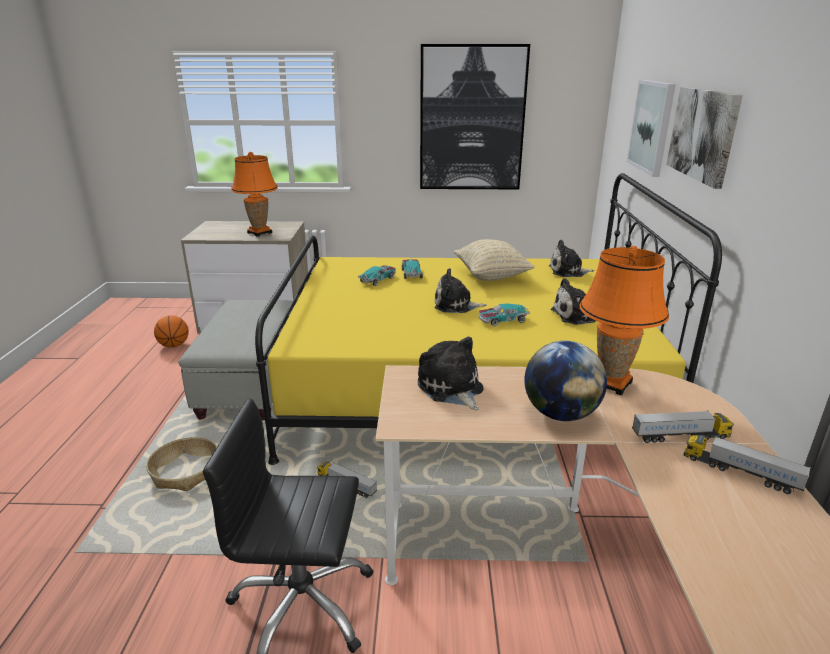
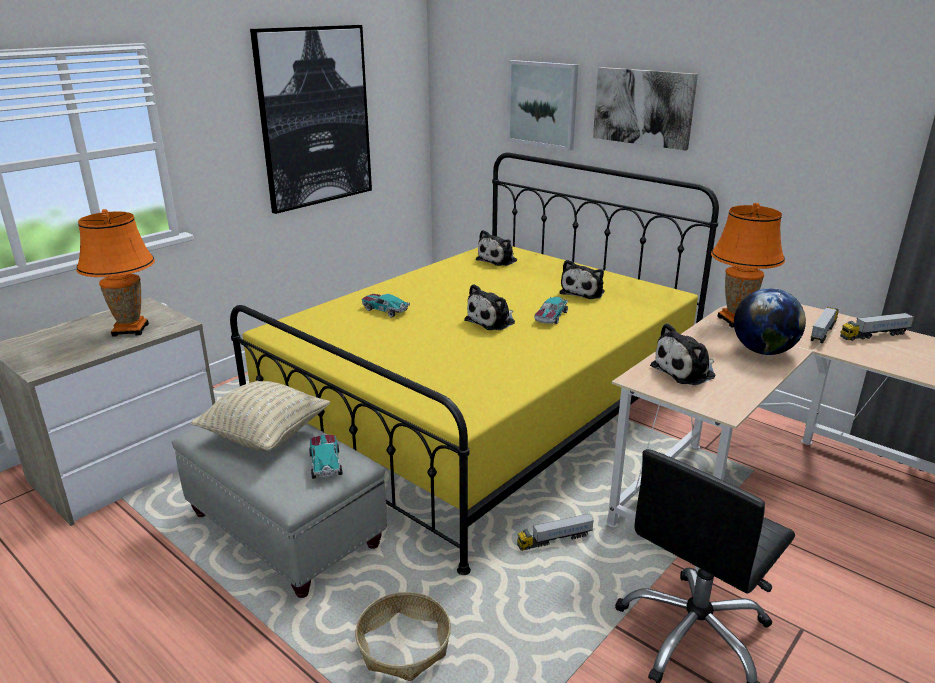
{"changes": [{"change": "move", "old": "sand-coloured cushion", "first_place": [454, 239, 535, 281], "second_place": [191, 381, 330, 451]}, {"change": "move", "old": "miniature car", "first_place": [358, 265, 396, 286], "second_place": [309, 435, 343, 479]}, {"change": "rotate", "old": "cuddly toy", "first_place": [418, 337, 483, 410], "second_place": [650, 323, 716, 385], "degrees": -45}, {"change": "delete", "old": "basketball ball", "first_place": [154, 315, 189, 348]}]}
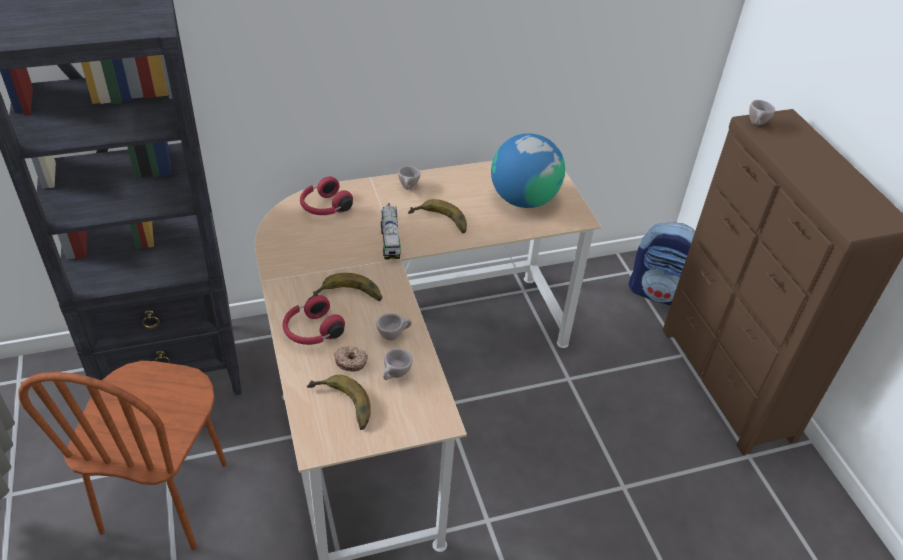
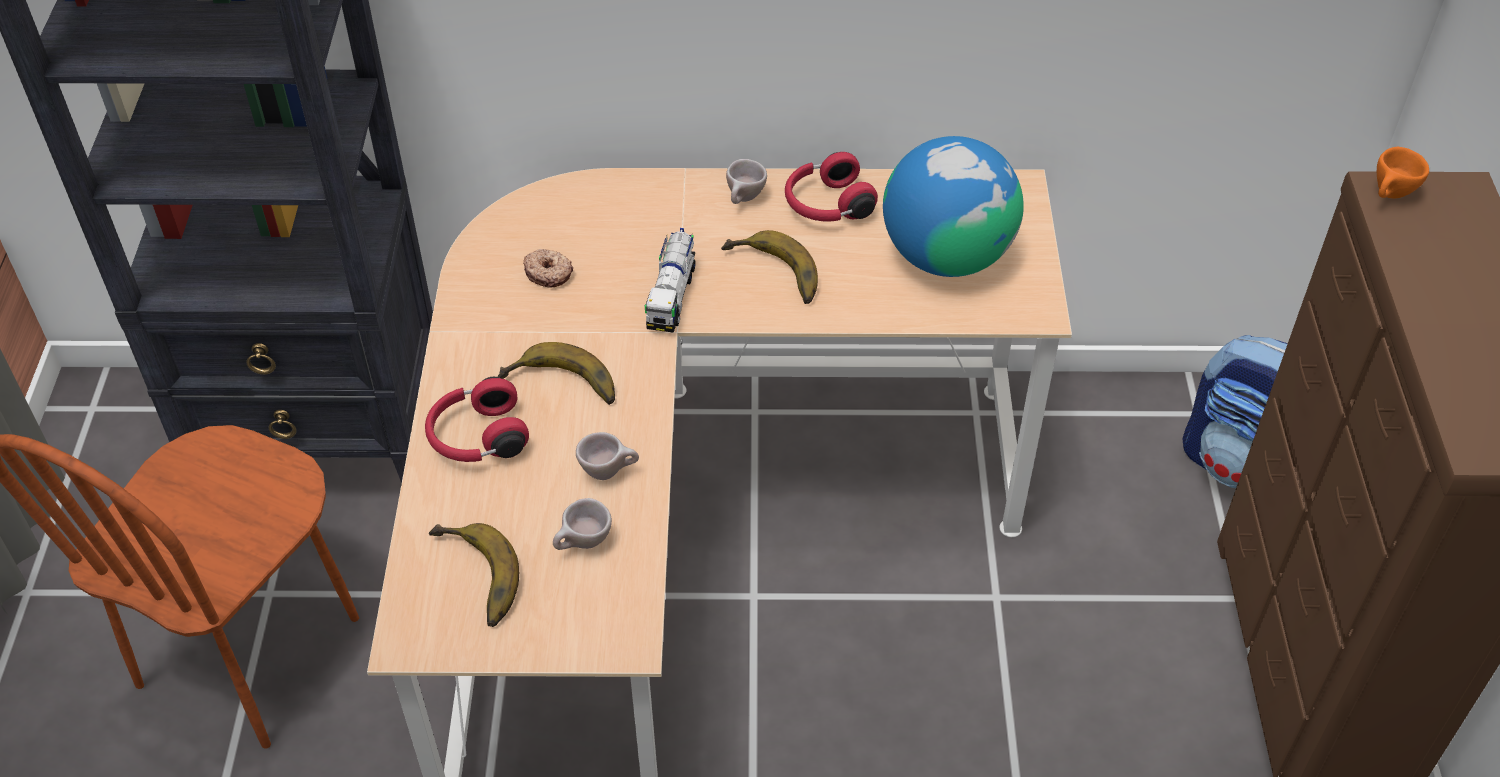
{"changes": [{"change": "move", "old": "ring doughnut", "first_place": [334, 347, 367, 371], "second_place": [523, 249, 573, 288]}, {"change": "move", "old": "red-coloured headphones", "first_place": [300, 177, 353, 215], "second_place": [785, 152, 878, 221]}, {"change": "recolor", "old": "sand-coloured small cup", "new": "orangey small cup", "first_place": [749, 100, 775, 126], "second_place": [1377, 147, 1429, 198]}]}
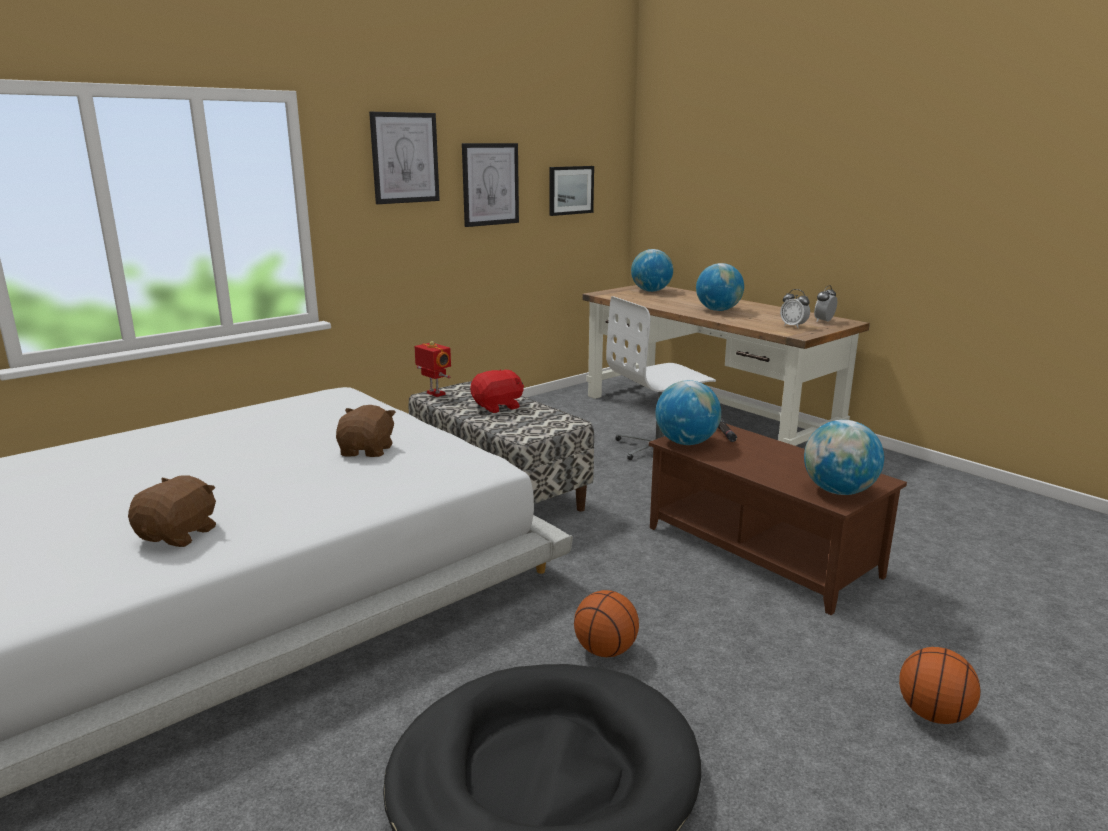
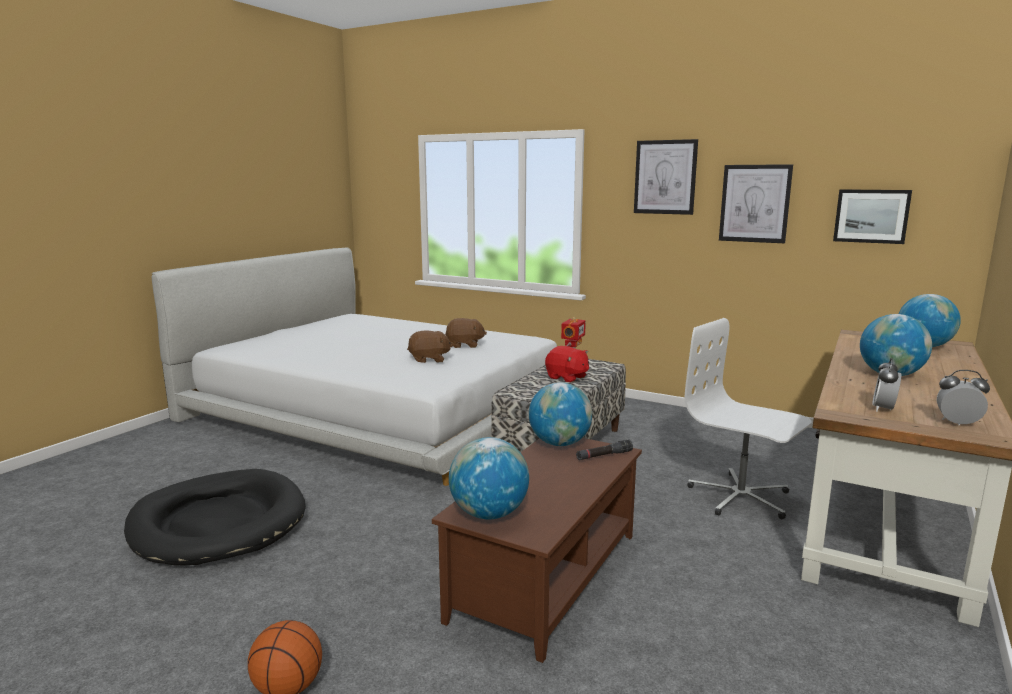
{"changes": [{"change": "move", "old": "brownish cuddly toy", "first_place": [128, 475, 216, 547], "second_place": [445, 318, 487, 348]}, {"change": "delete", "old": "basketball ball", "first_place": [574, 590, 639, 657]}]}
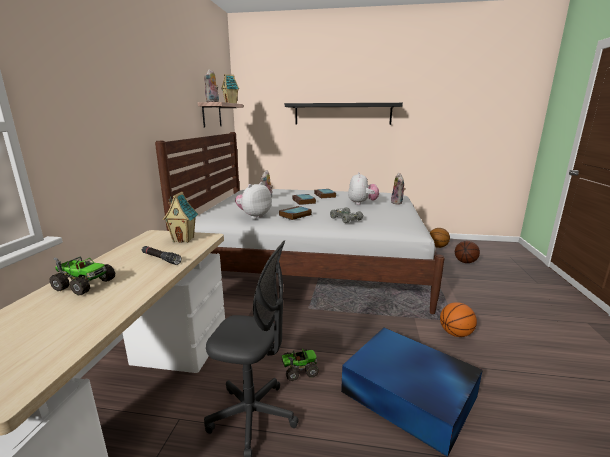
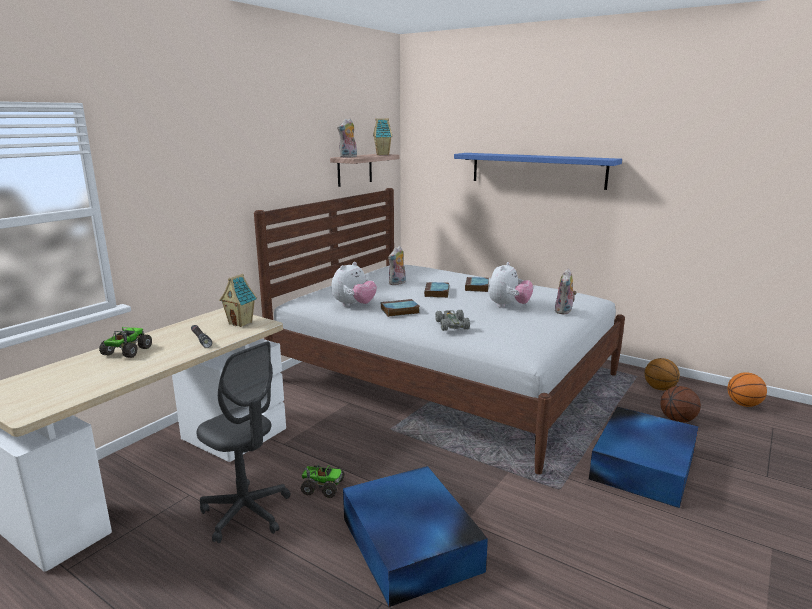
{"changes": [{"change": "rotate", "old": "toy truck", "first_place": [50, 256, 115, 295], "second_place": [99, 327, 152, 358], "degrees": -120}, {"change": "rotate", "old": "cuddly toy", "first_place": [235, 182, 272, 219], "second_place": [331, 262, 377, 307], "degrees": 150}, {"change": "recolor", "old": "black wall shelf", "new": "bluish wall shelf", "first_place": [285, 103, 403, 125], "second_place": [454, 153, 622, 190]}, {"change": "insert", "new": "bluish storage bin", "second_place": [589, 407, 698, 508]}, {"change": "move", "old": "basketball ball", "first_place": [440, 302, 477, 337], "second_place": [727, 372, 767, 407]}]}
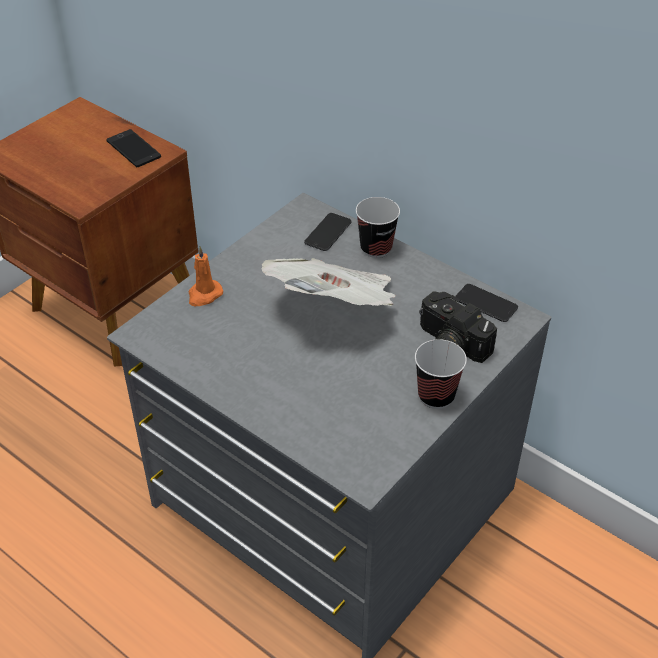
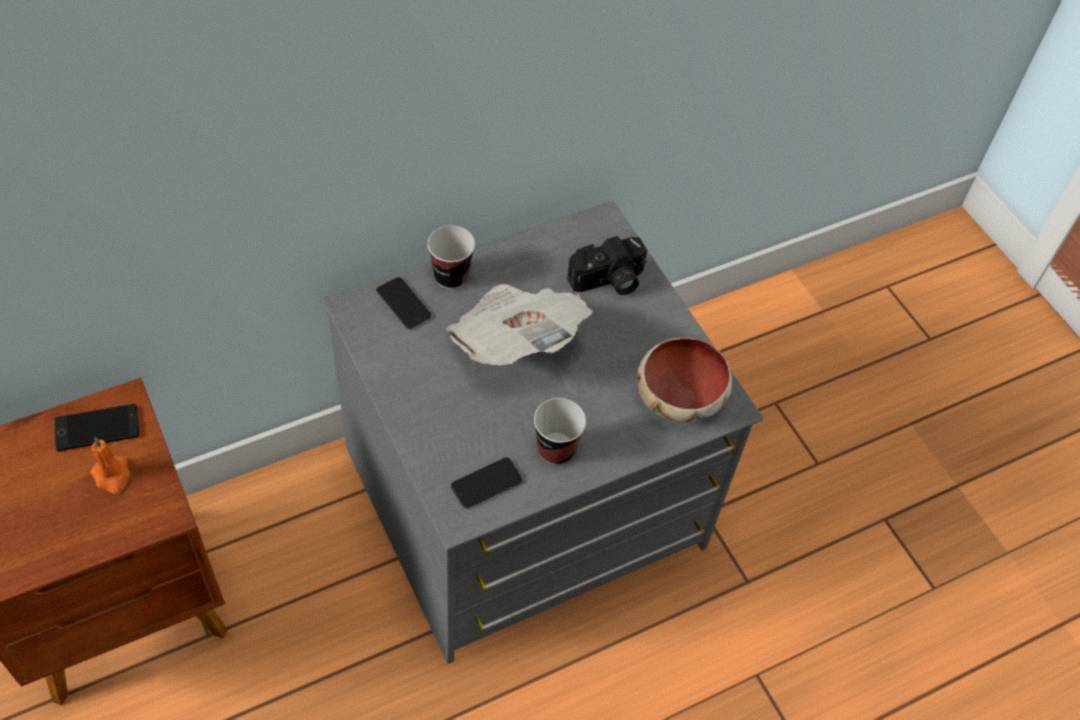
{"changes": [{"change": "move", "old": "orangey wax candle", "first_place": [189, 246, 223, 306], "second_place": [91, 437, 130, 494]}, {"change": "move", "old": "telephone", "first_place": [455, 284, 518, 322], "second_place": [451, 458, 522, 509]}, {"change": "move", "old": "small cup", "first_place": [415, 339, 467, 409], "second_place": [534, 398, 586, 465]}, {"change": "insert", "new": "bowl", "second_place": [636, 338, 732, 422]}]}
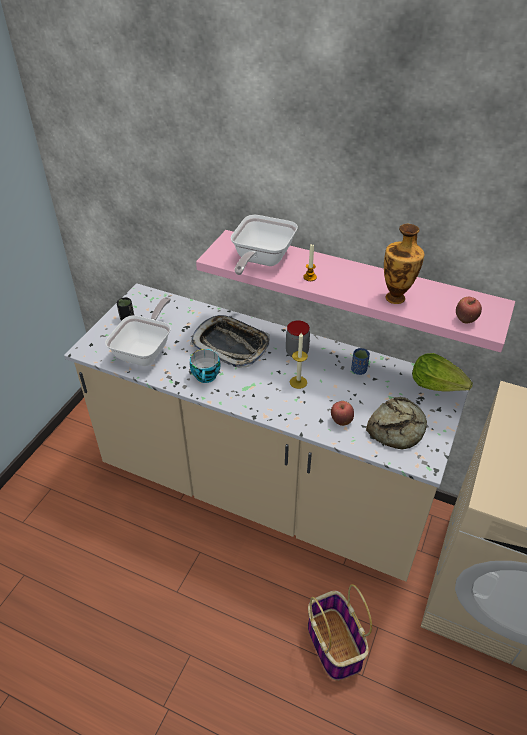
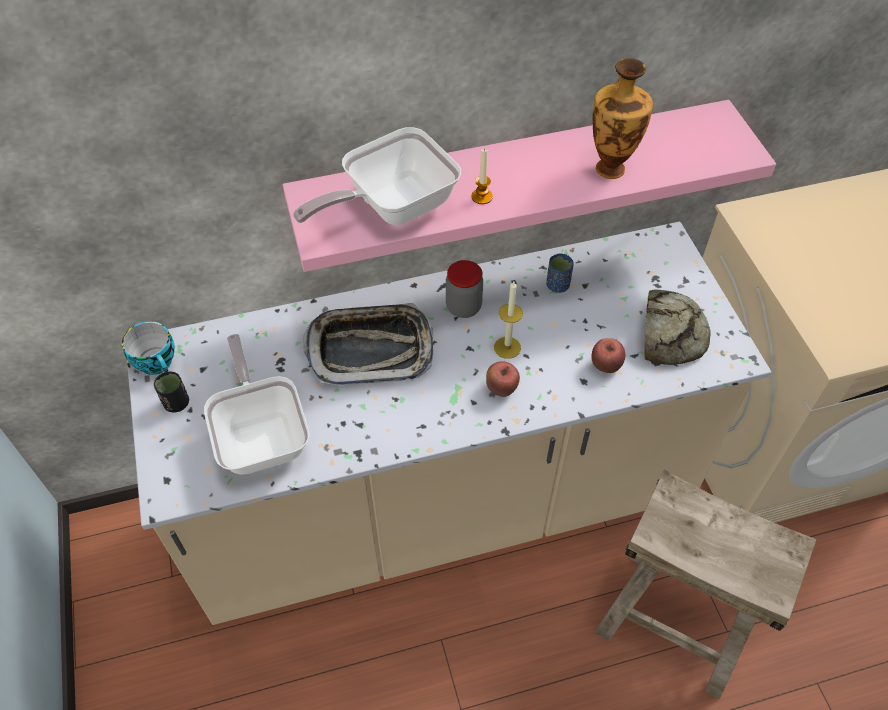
{"changes": [{"change": "move", "old": "small cup", "first_place": [190, 349, 220, 383], "second_place": [122, 321, 175, 375]}, {"change": "rotate", "old": "skillet", "first_place": [230, 215, 298, 275], "second_place": [293, 127, 461, 225], "degrees": 75}, {"change": "move", "old": "apple", "first_place": [456, 297, 482, 323], "second_place": [486, 361, 520, 397]}, {"change": "replace", "old": "basket", "new": "sand-coloured sitting stool", "first_place": [308, 584, 372, 680], "second_place": [595, 470, 816, 699]}, {"change": "delete", "old": "lettuce", "first_place": [412, 353, 473, 391]}]}
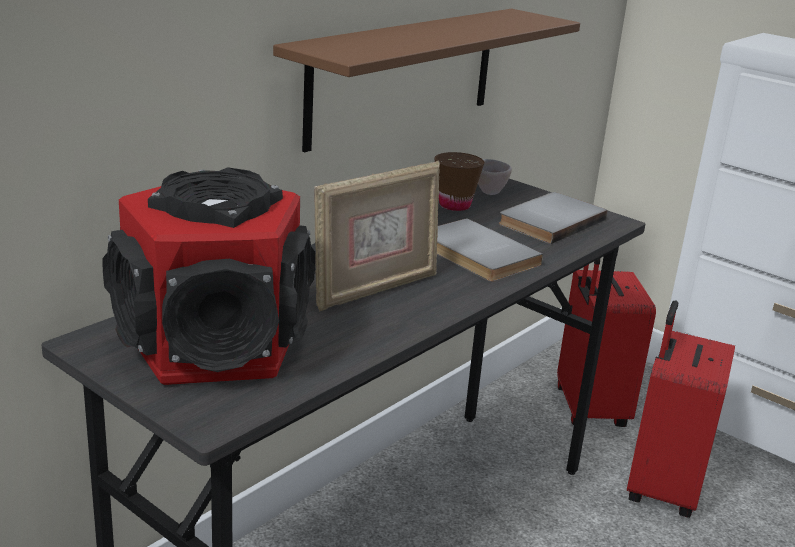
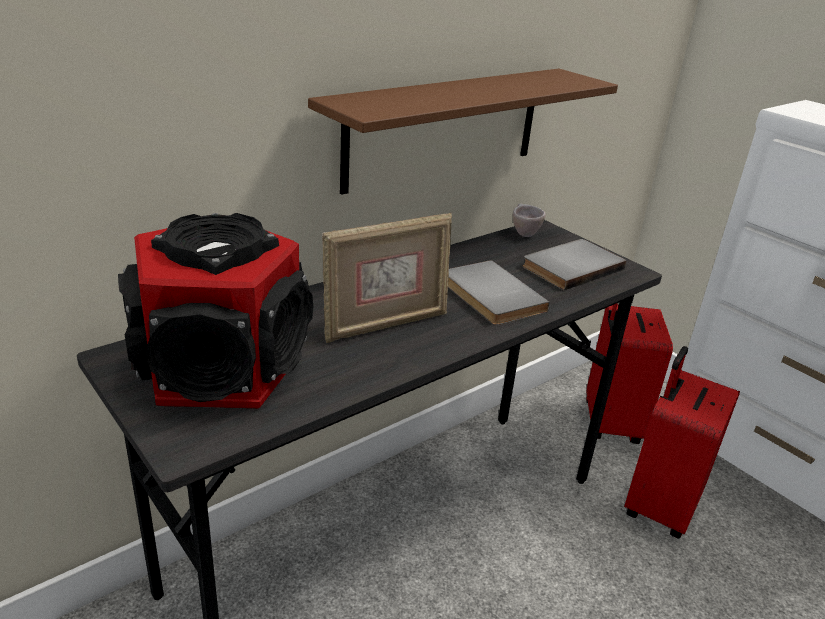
{"changes": [{"change": "delete", "old": "brownish small cup", "first_place": [434, 152, 484, 211]}]}
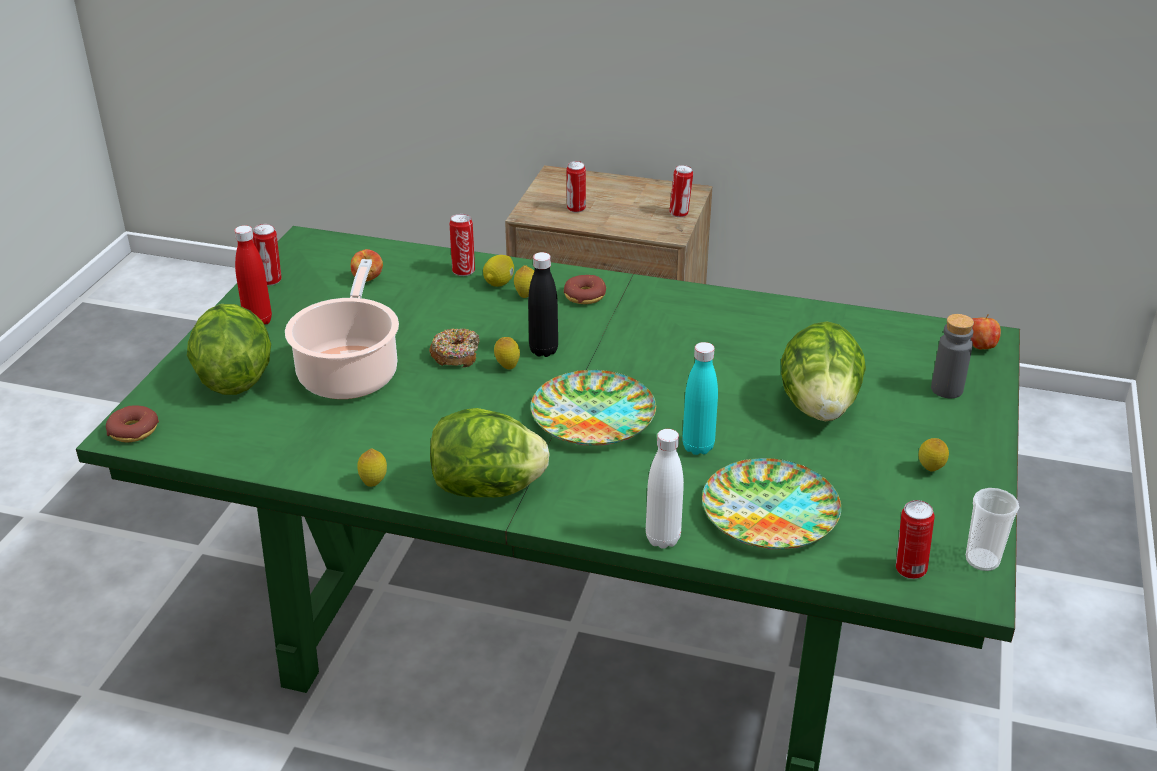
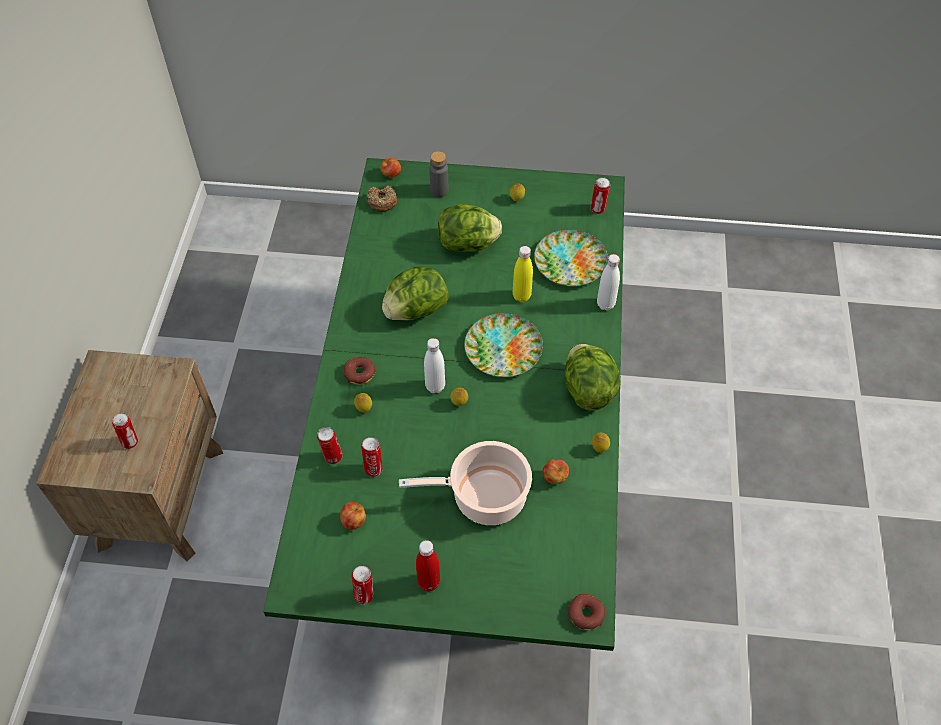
{"changes": [{"change": "move", "old": "can", "first_place": [669, 165, 693, 217], "second_place": [361, 437, 383, 477]}, {"change": "move", "old": "ring doughnut", "first_place": [429, 328, 480, 368], "second_place": [367, 186, 397, 212]}, {"change": "move", "old": "lettuce", "first_place": [187, 304, 271, 395], "second_place": [382, 266, 449, 321]}, {"change": "recolor", "old": "black drink bottle", "new": "white drink bottle", "first_place": [528, 252, 558, 357], "second_place": [424, 338, 445, 393]}, {"change": "recolor", "old": "turquoise drink bottle", "new": "yellow-coloured drink bottle", "first_place": [682, 342, 718, 455], "second_place": [513, 246, 533, 302]}, {"change": "insert", "new": "apple", "second_place": [542, 459, 569, 484]}, {"change": "delete", "old": "whole lemon", "first_place": [483, 255, 514, 287]}, {"change": "delete", "old": "small cup", "first_place": [966, 488, 1019, 571]}]}
